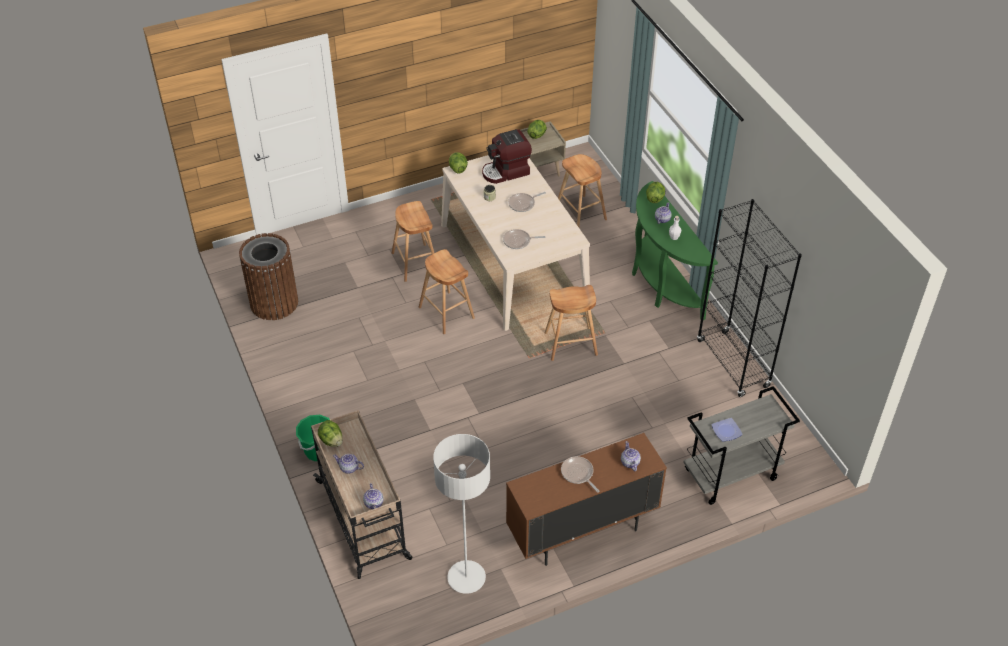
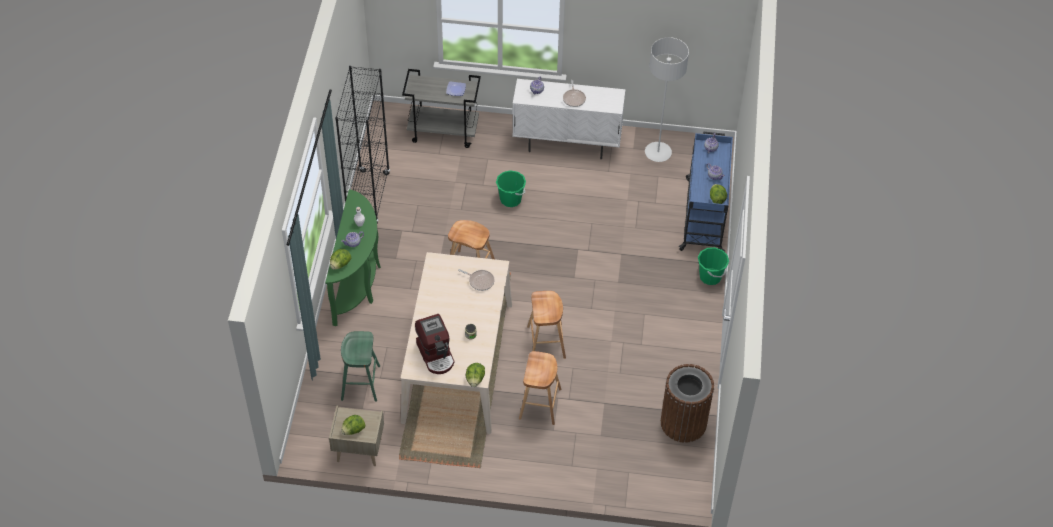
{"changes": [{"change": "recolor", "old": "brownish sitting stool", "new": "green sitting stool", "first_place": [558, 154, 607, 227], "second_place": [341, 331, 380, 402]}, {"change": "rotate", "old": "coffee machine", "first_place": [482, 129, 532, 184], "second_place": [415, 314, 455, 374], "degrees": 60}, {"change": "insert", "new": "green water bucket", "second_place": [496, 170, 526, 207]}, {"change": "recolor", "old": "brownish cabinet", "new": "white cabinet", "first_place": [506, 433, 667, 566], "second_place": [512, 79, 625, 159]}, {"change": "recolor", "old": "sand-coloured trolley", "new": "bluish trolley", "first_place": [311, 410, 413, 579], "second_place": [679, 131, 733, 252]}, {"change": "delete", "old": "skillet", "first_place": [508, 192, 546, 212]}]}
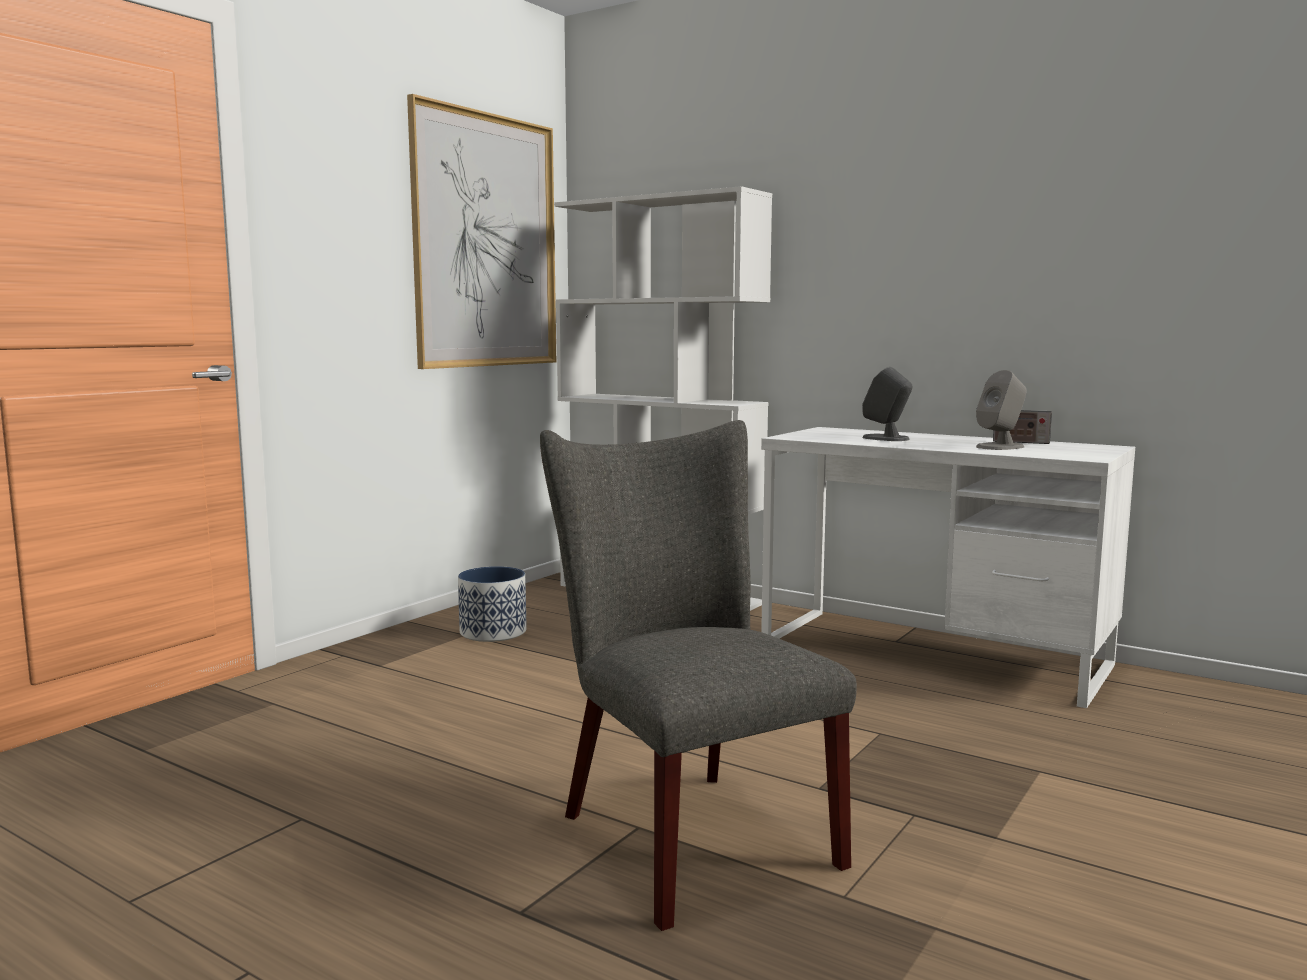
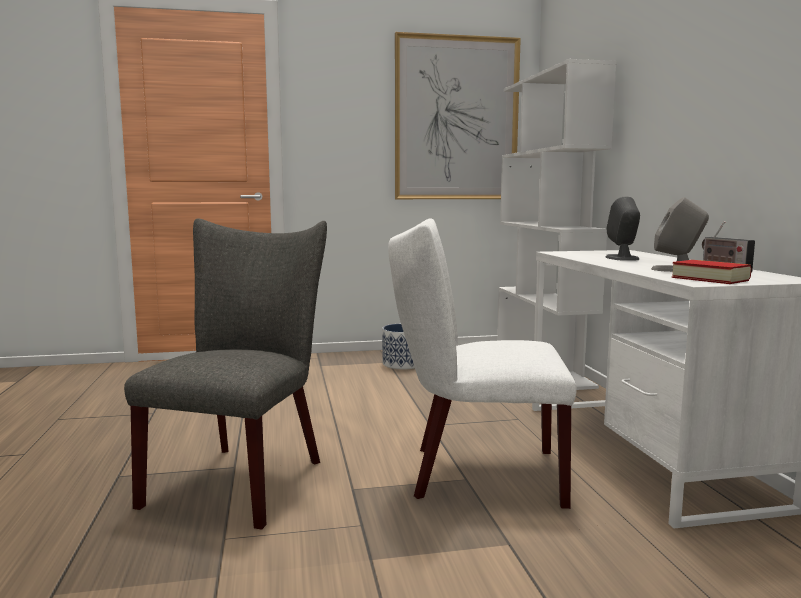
{"changes": [{"change": "insert", "new": "white upright chair", "second_place": [388, 218, 577, 509]}, {"change": "insert", "new": "bound book", "second_place": [672, 260, 752, 284]}]}
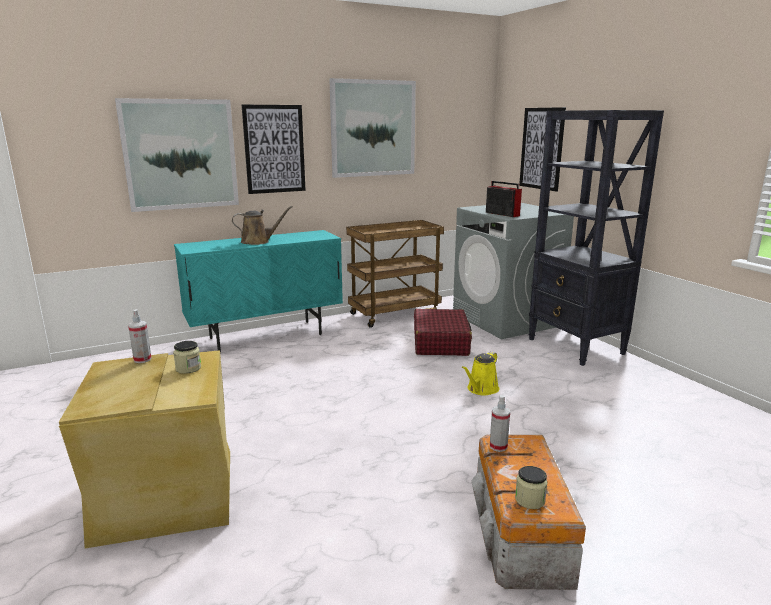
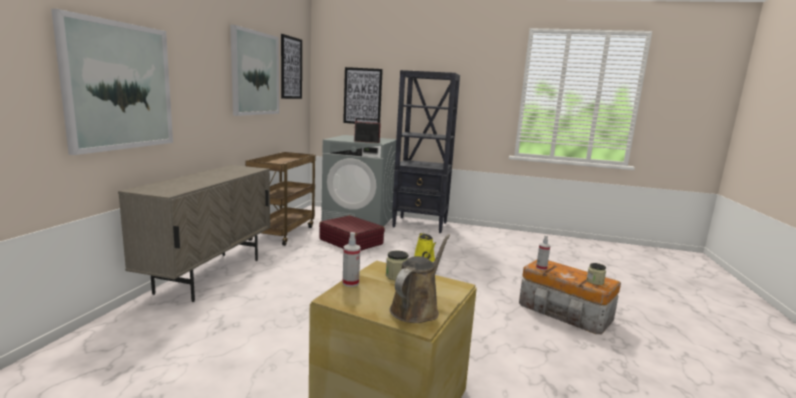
{"changes": [{"change": "recolor", "old": "turquoise cabinet", "new": "sand-coloured cabinet", "first_place": [174, 230, 343, 352], "second_place": [118, 165, 270, 302]}, {"change": "move", "old": "wall picture", "first_place": [242, 105, 306, 194], "second_place": [281, 34, 302, 99]}, {"change": "move", "old": "brownish watering can", "first_place": [232, 206, 293, 245], "second_place": [389, 234, 450, 323]}]}
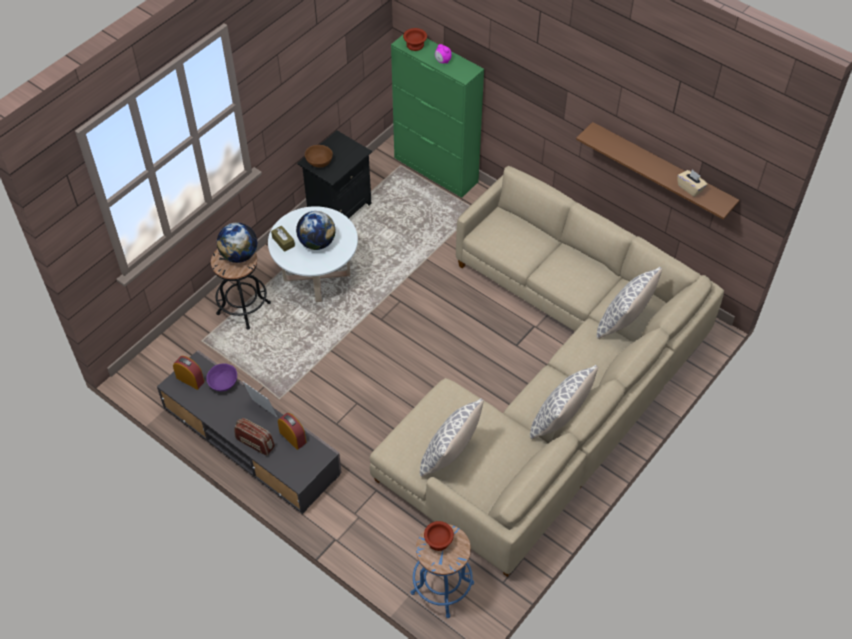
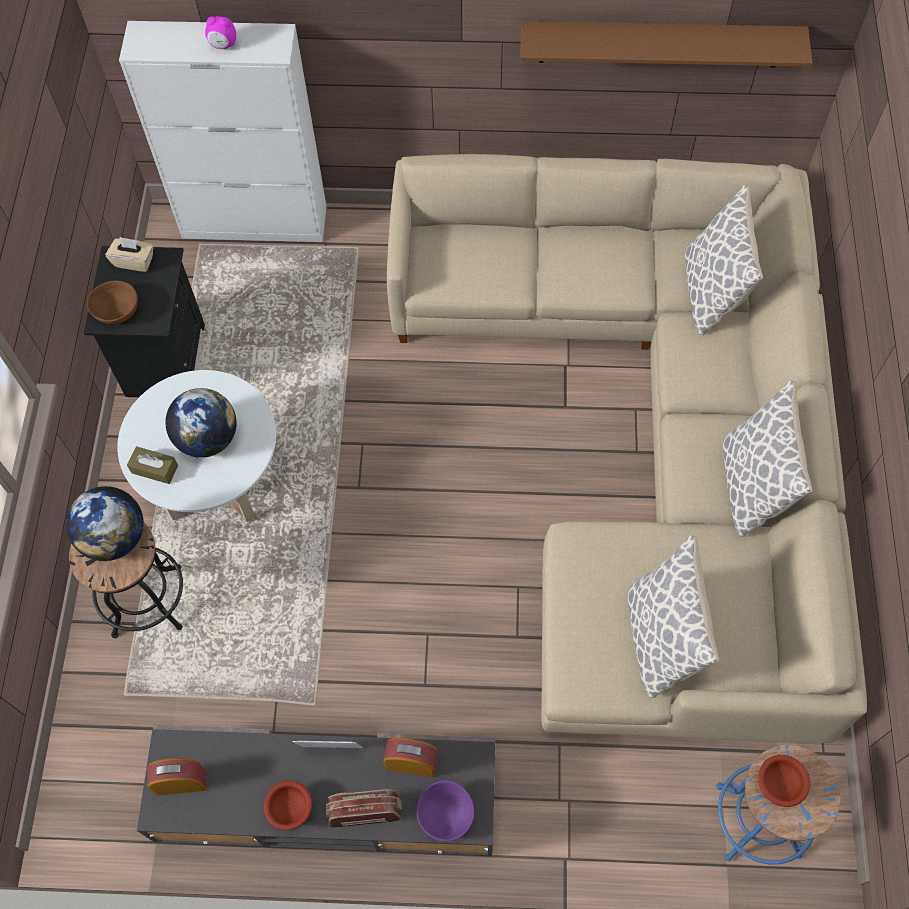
{"changes": [{"change": "move", "old": "sand-coloured tissue box", "first_place": [677, 169, 708, 197], "second_place": [105, 237, 154, 272]}, {"change": "recolor", "old": "green cabinet", "new": "white cabinet", "first_place": [391, 34, 484, 198], "second_place": [119, 21, 327, 242]}, {"change": "move", "old": "brownish bowl", "first_place": [403, 28, 427, 51], "second_place": [264, 781, 312, 830]}, {"change": "move", "old": "purplish bowl", "first_place": [206, 363, 237, 392], "second_place": [417, 780, 474, 841]}]}
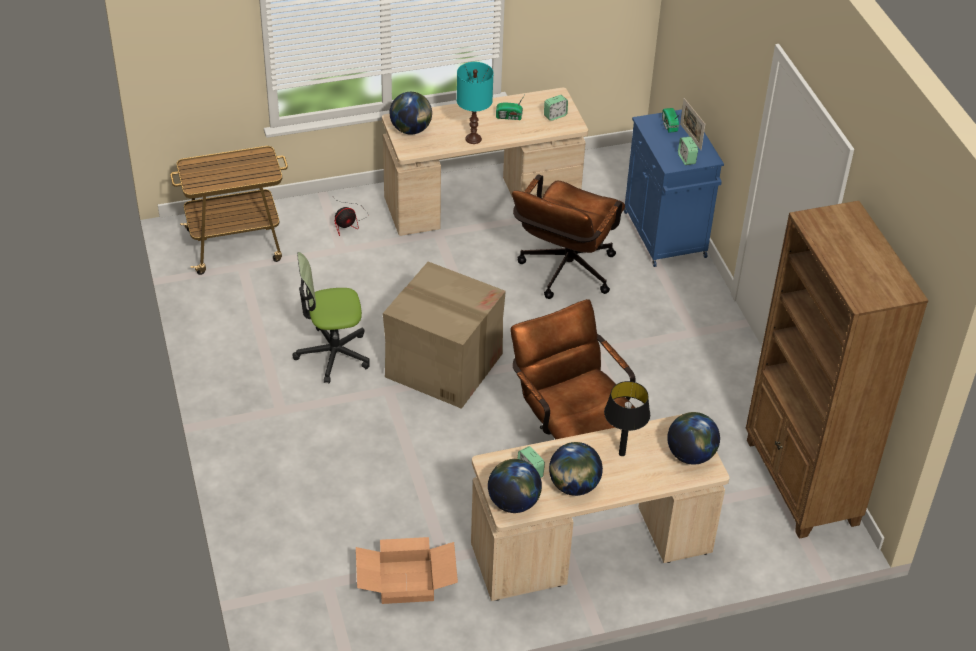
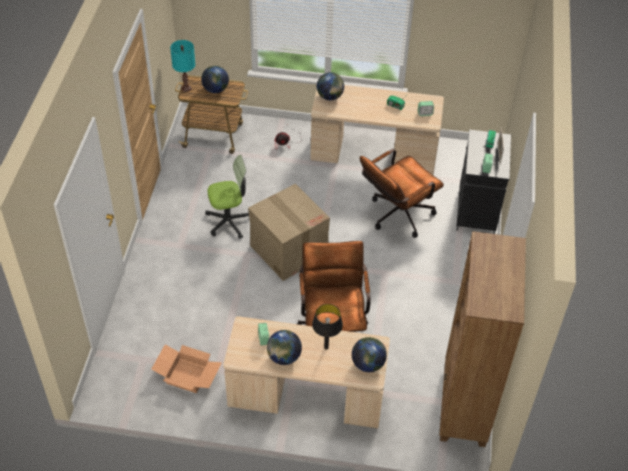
{"changes": [{"change": "move", "old": "turquoise lamp for a table", "first_place": [457, 62, 494, 144], "second_place": [170, 40, 195, 92]}, {"change": "move", "old": "world globe", "first_place": [488, 459, 542, 513], "second_place": [201, 66, 229, 93]}, {"change": "rotate", "old": "computer chair", "first_place": [292, 252, 370, 383], "second_place": [205, 155, 249, 239], "degrees": 150}, {"change": "recolor", "old": "bluish cabinet", "new": "black cabinet", "first_place": [624, 110, 724, 267], "second_place": [456, 130, 511, 234]}]}
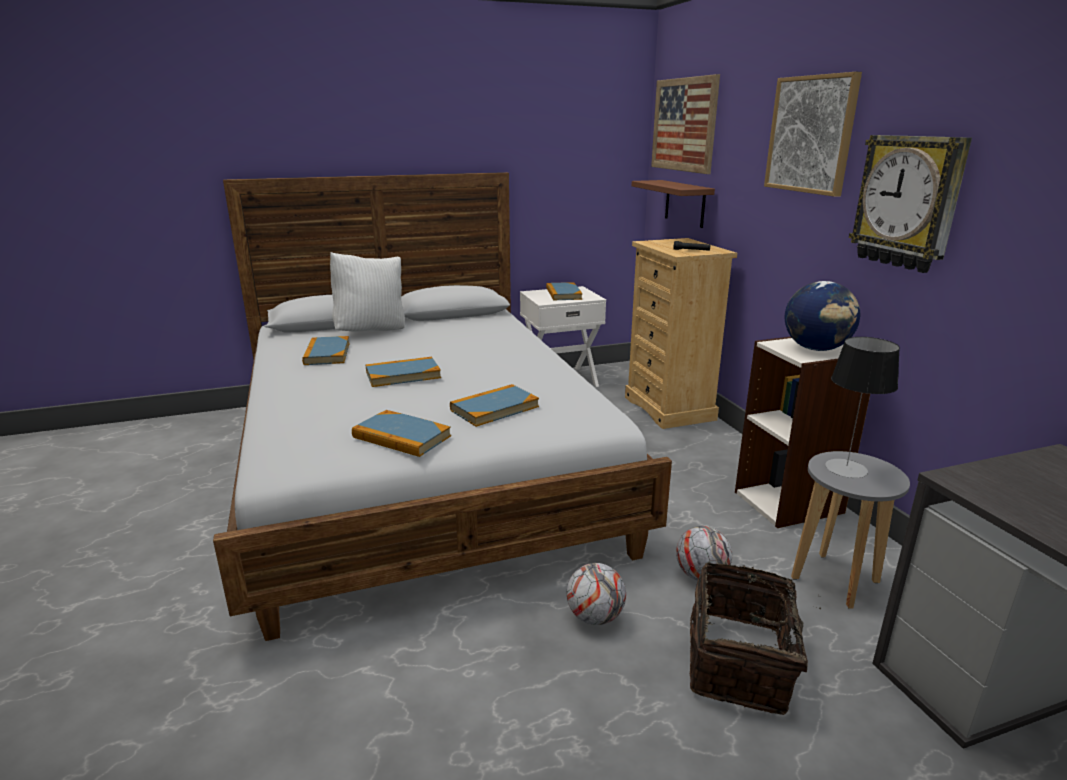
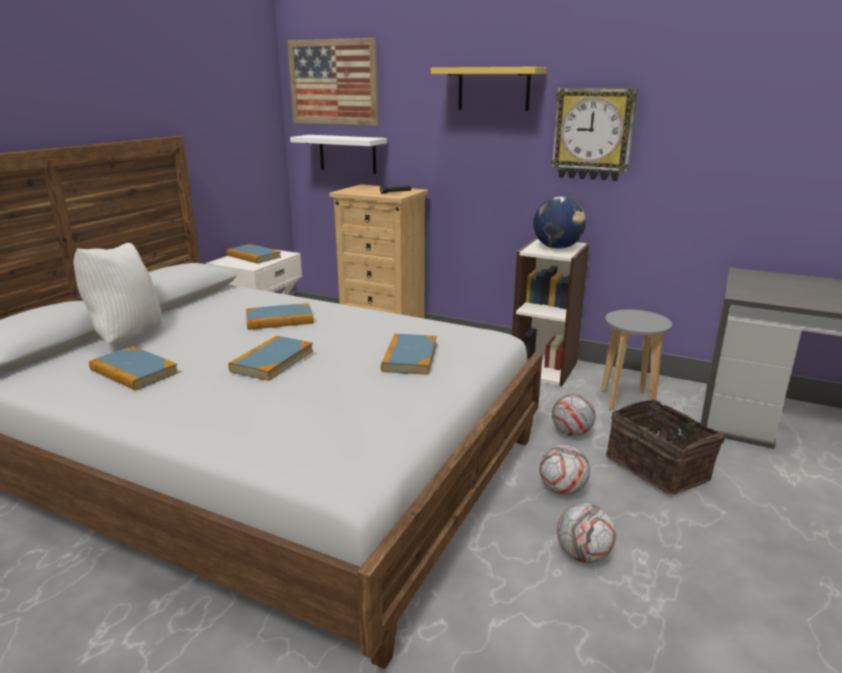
{"changes": [{"change": "move", "old": "bound book", "first_place": [352, 410, 451, 457], "second_place": [246, 303, 314, 330]}, {"change": "recolor", "old": "brownish wall shelf", "new": "white wall shelf", "first_place": [632, 180, 715, 228], "second_place": [290, 135, 387, 174]}, {"change": "replace", "old": "wall picture", "new": "yellow-coloured wall shelf", "first_place": [764, 72, 862, 197], "second_place": [431, 67, 546, 111]}, {"change": "insert", "new": "ball for football", "second_place": [557, 503, 616, 563]}, {"change": "delete", "old": "lamp for a table", "first_place": [825, 337, 900, 478]}]}
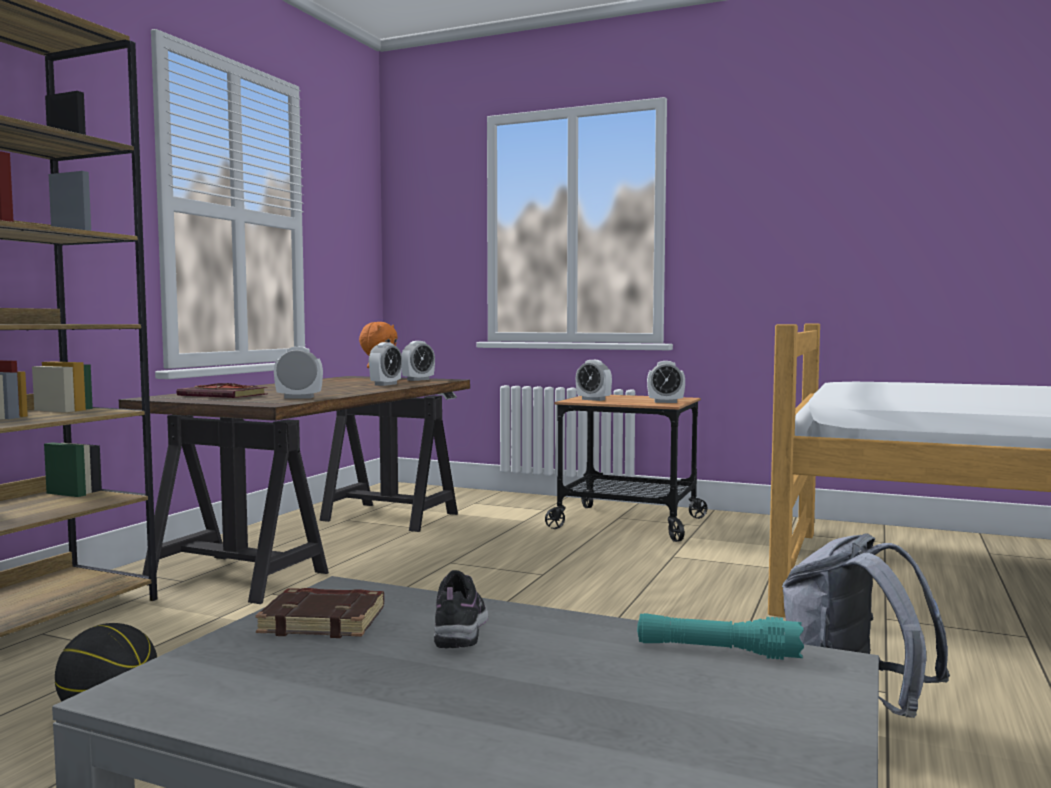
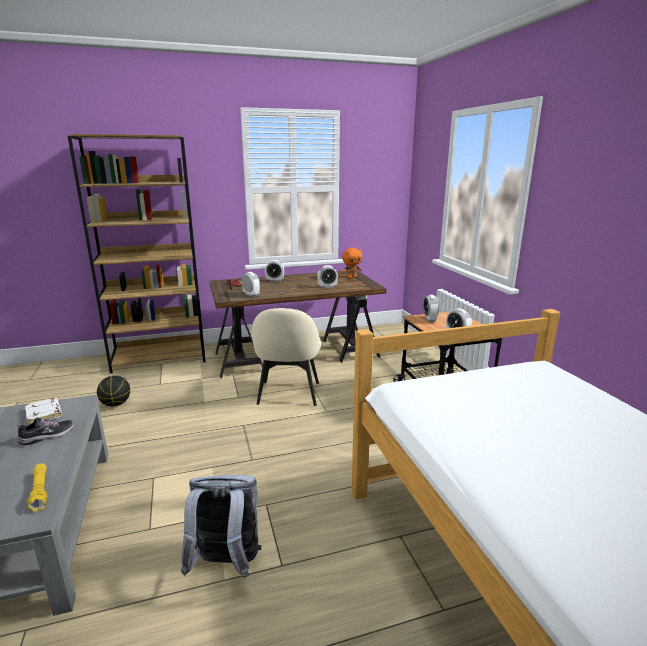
{"changes": [{"change": "recolor", "old": "brownish bound book", "new": "white bound book", "first_place": [255, 588, 384, 638], "second_place": [25, 398, 62, 425]}, {"change": "recolor", "old": "turquoise torch", "new": "yellow-coloured torch", "first_place": [637, 613, 804, 660], "second_place": [28, 463, 47, 512]}, {"change": "insert", "new": "sand-coloured upright chair", "second_place": [252, 308, 321, 406]}, {"change": "move", "old": "table clock", "first_place": [401, 341, 435, 381], "second_place": [265, 260, 284, 282]}]}
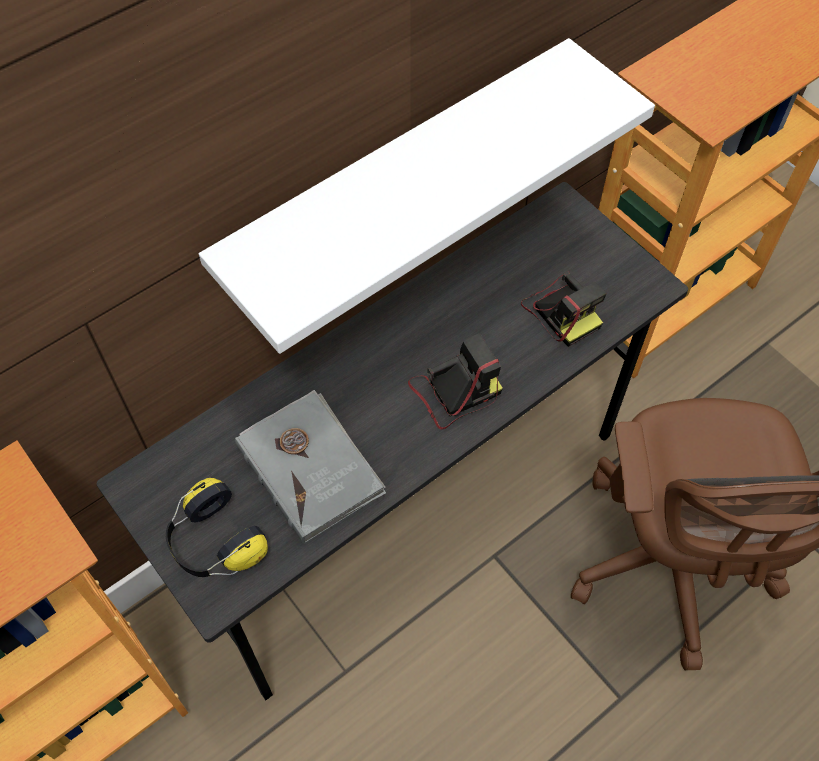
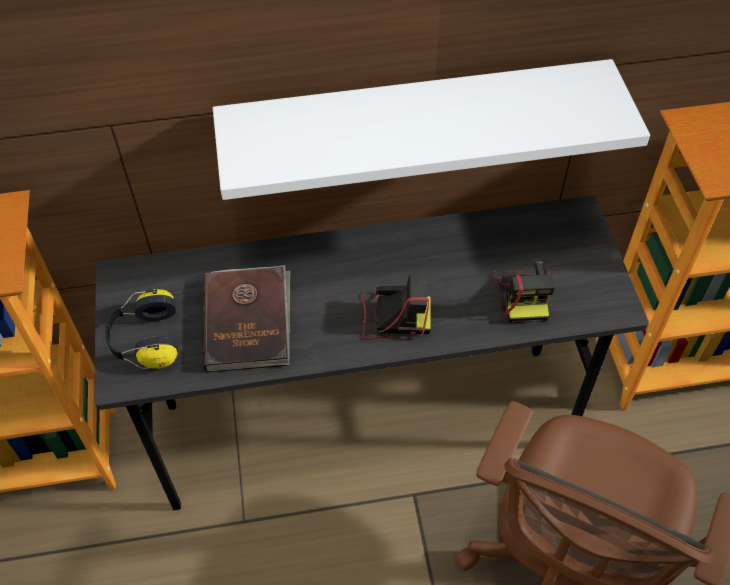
{"changes": [{"change": "recolor", "old": "greyish bound book", "new": "brownish bound book", "first_place": [235, 390, 386, 544], "second_place": [203, 265, 290, 373]}]}
